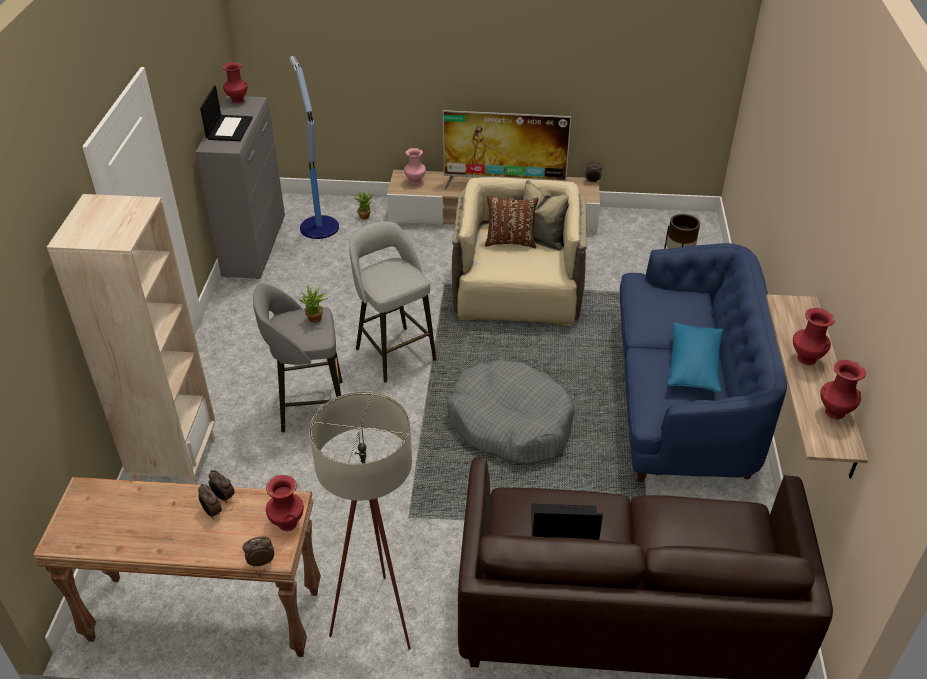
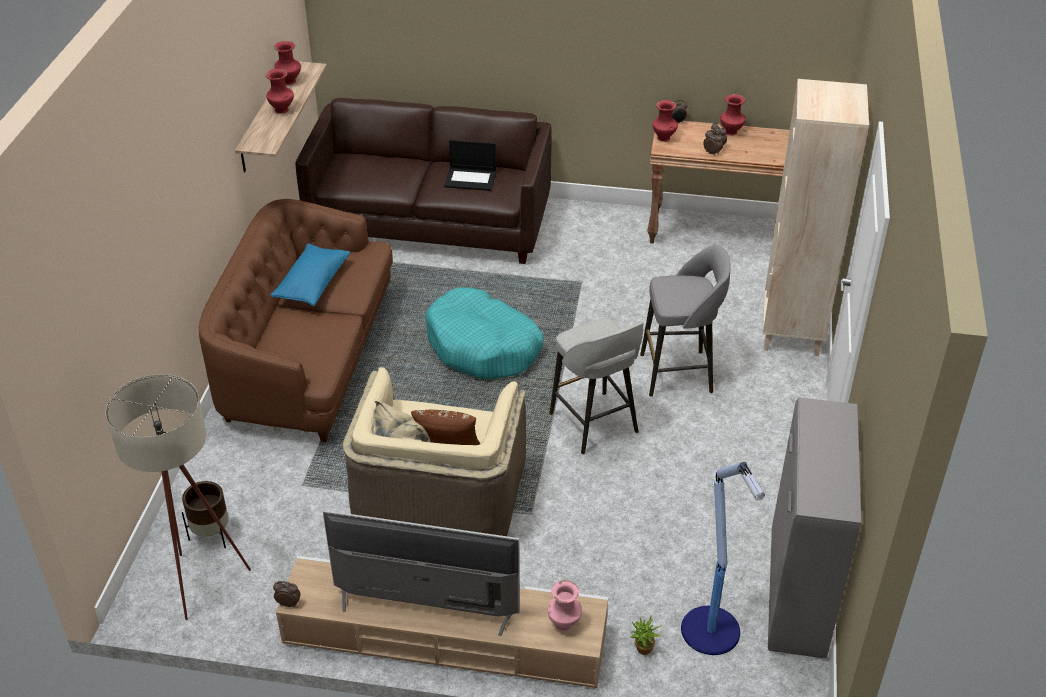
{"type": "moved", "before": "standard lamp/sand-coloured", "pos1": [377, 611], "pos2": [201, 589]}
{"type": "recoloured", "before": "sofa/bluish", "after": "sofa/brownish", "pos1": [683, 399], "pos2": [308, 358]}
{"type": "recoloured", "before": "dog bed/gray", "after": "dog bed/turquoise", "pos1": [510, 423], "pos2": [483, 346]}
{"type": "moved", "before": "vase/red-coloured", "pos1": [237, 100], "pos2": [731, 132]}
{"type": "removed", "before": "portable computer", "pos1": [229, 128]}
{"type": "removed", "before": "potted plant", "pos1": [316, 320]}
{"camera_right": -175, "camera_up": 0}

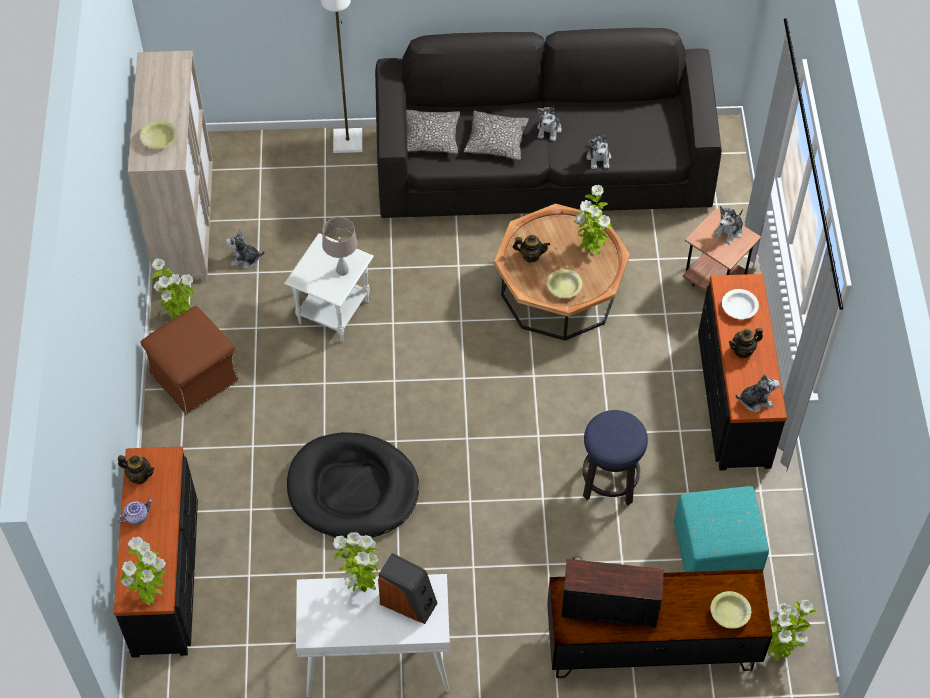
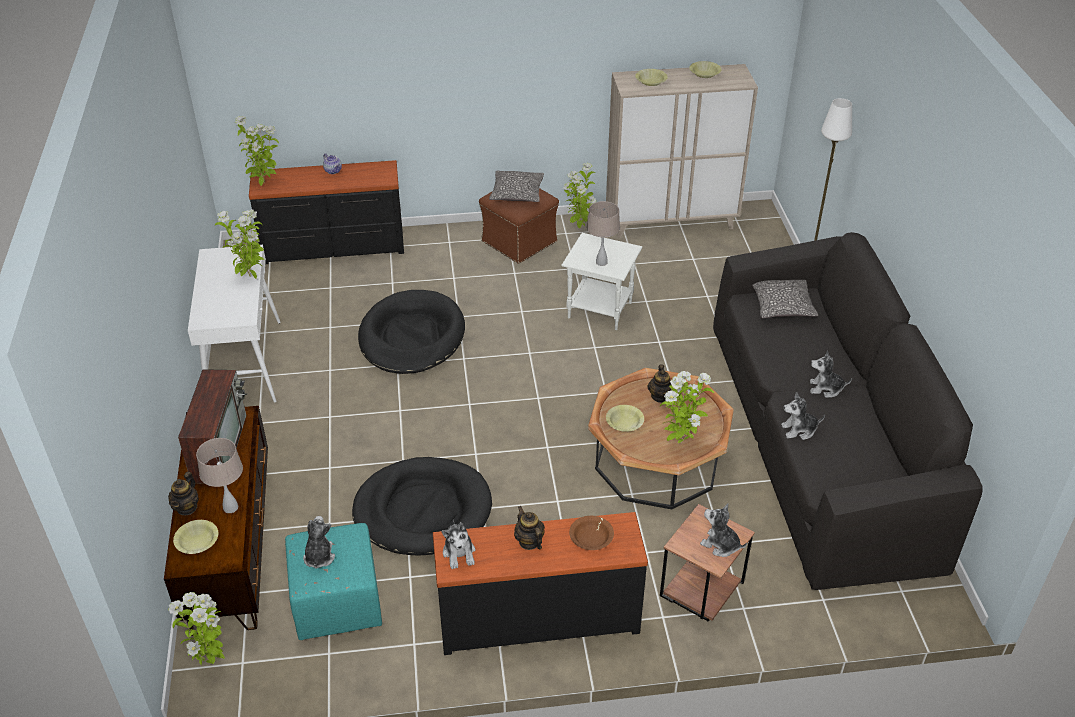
{"type": "moved", "before": "pot for tea", "pos1": [139, 476], "pos2": [187, 507]}
{"type": "added", "after": "tabletop lamp/sand-coloured", "pos2": [230, 507]}
{"type": "moved", "before": "soft toy", "pos1": [245, 259], "pos2": [319, 556]}
{"type": "replaced", "before": "stool", "after": "dog bed/black", "pos1": [609, 482], "pos2": [423, 510]}
{"type": "moved", "before": "cushion", "pos1": [496, 141], "pos2": [517, 193]}
{"type": "recoloured", "before": "deep dish/white-coloured", "after": "deep dish/brownish", "pos1": [739, 307], "pos2": [591, 538]}
{"type": "added", "after": "deep dish/yellowish", "pos2": [704, 74]}
{"type": "removed", "before": "audio speaker", "pos1": [408, 602]}
{"camera_right": 85, "camera_up": -15}

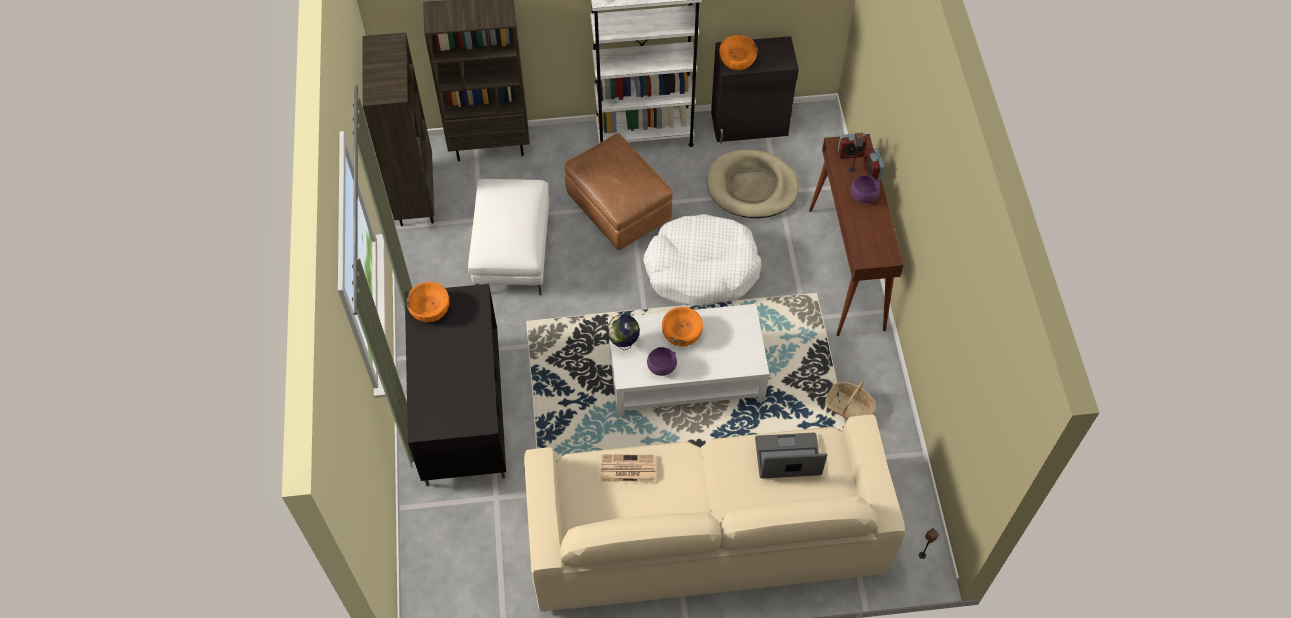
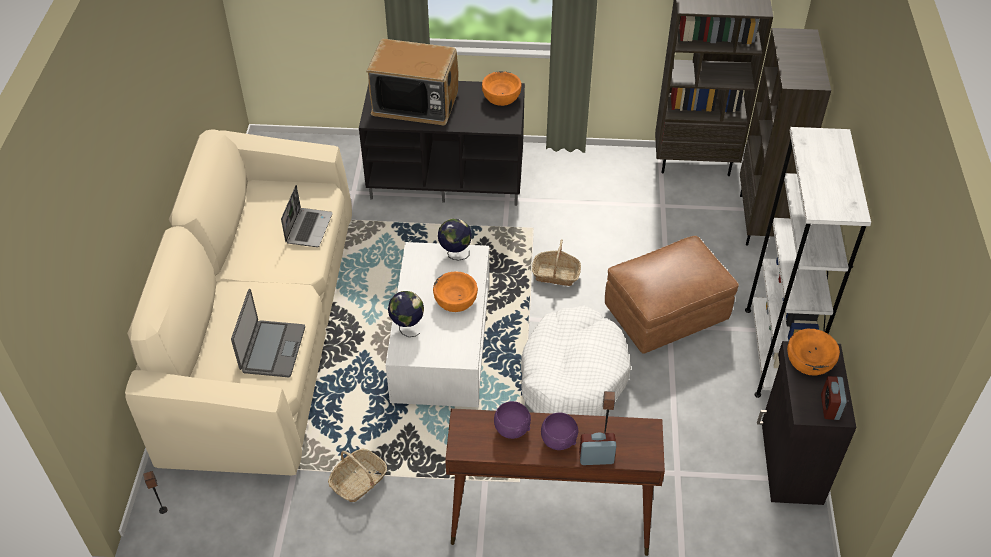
{"type": "replaced", "before": "daily paper", "after": "portable computer", "pos1": [627, 469], "pos2": [308, 228]}
{"type": "added", "after": "TV", "pos2": [415, 103]}
{"type": "added", "after": "world globe", "pos2": [407, 326]}
{"type": "moved", "before": "deep dish/purple-coloured", "pos1": [661, 368], "pos2": [511, 428]}
{"type": "added", "after": "household basket", "pos2": [556, 274]}
{"type": "moved", "before": "table clock", "pos1": [850, 153], "pos2": [829, 407]}
{"type": "removed", "before": "footrest/white-coloured", "pos1": [512, 253]}
{"type": "removed", "before": "dog bed/sand-coloured", "pos1": [752, 187]}
{"camera_right": 100, "camera_up": -10}

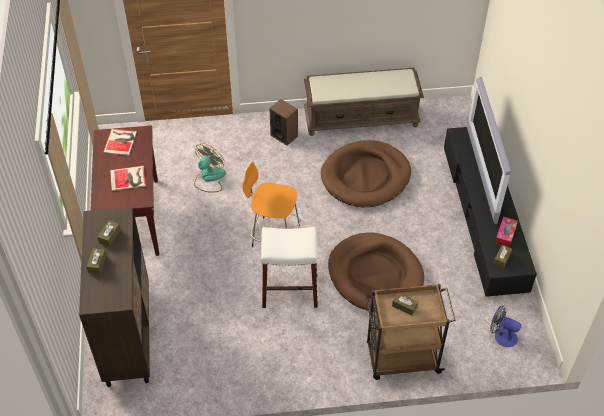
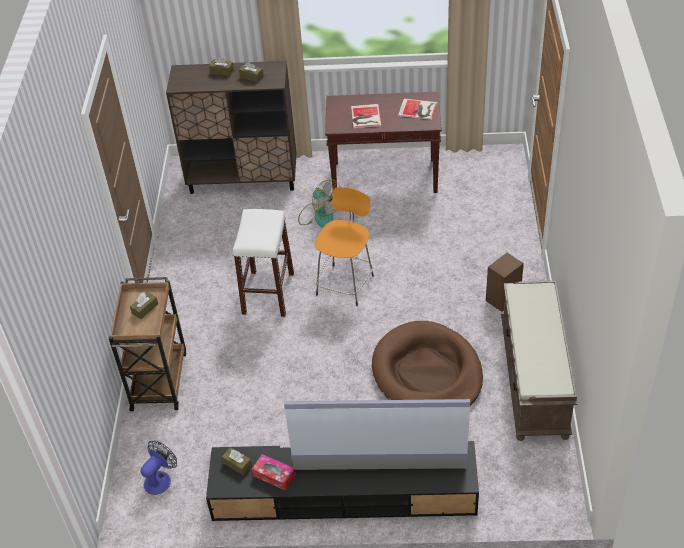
{"type": "moved", "before": "electric fan", "pos1": [209, 178], "pos2": [319, 215]}
{"type": "removed", "before": "dog bed/brownish", "pos1": [375, 275]}
{"camera_right": 100, "camera_up": -5}

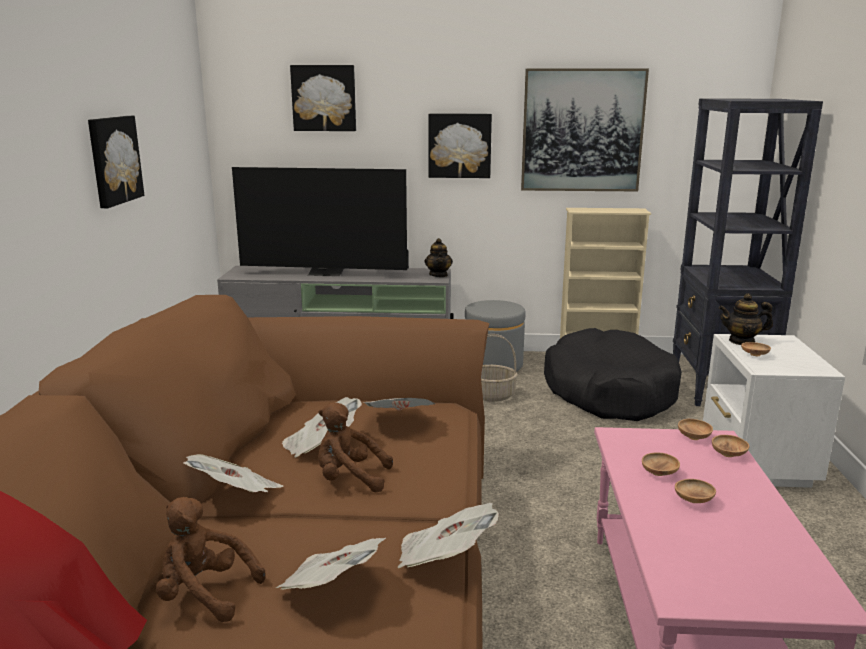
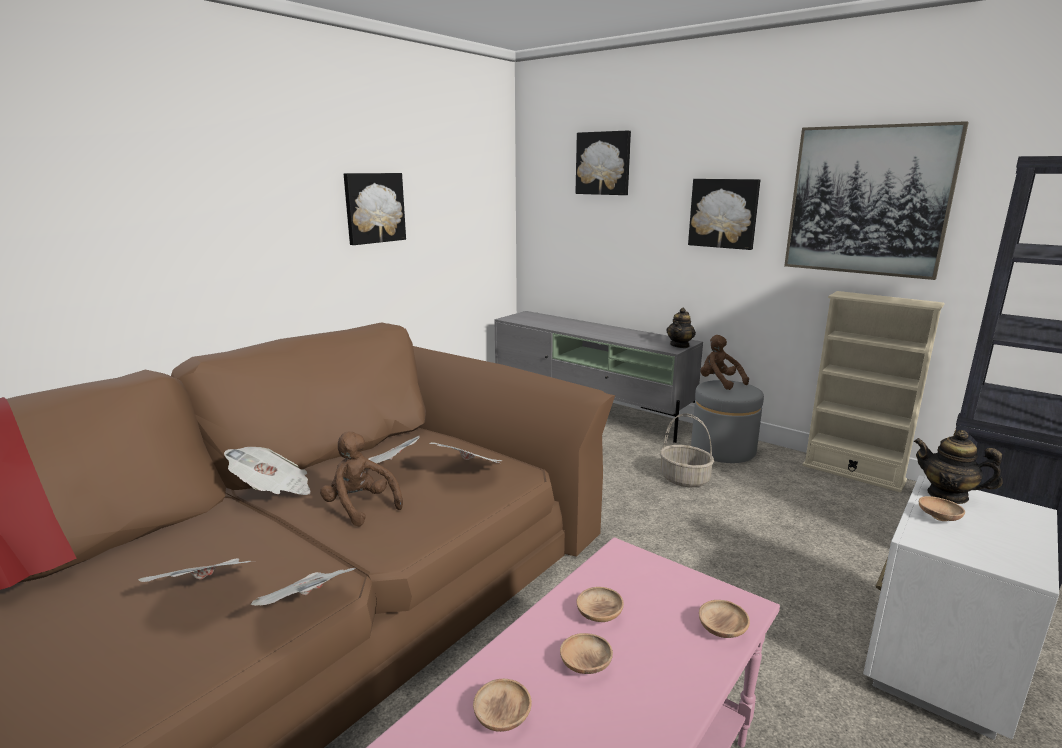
{"type": "moved", "before": "deep dish/brownish", "pos1": [694, 437], "pos2": [502, 717]}
{"type": "moved", "before": "soft toy/brownish", "pos1": [205, 594], "pos2": [719, 382]}
{"type": "removed", "before": "TV", "pos1": [326, 273]}
{"type": "removed", "before": "dog bed/black", "pos1": [609, 392]}
{"camera_right": 35, "camera_up": 0}

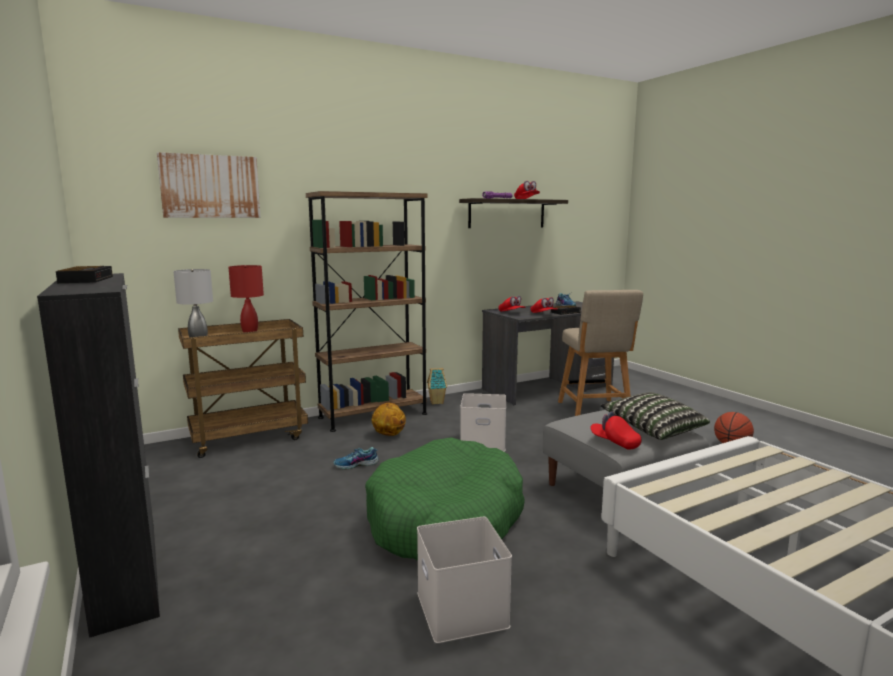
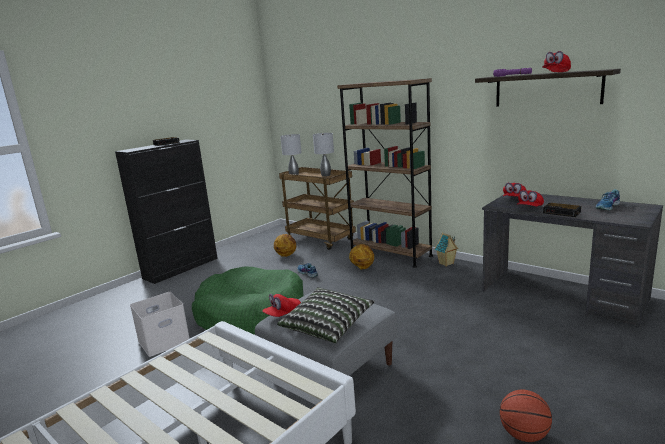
{"type": "turned", "before": "cap/red-coloured", "pos1": [615, 443], "pos2": [283, 314], "turn": -150}
{"type": "added", "after": "basketball ball", "pos2": [286, 255]}
{"type": "recoloured", "before": "tabletop lamp/red-coloured", "after": "tabletop lamp/gray", "pos1": [250, 331], "pos2": [326, 175]}
{"type": "removed", "before": "picture", "pos1": [210, 186]}
{"type": "removed", "before": "storage bin/white-coloured", "pos1": [484, 442]}
{"type": "removed", "before": "plain chair/sand-coloured", "pos1": [595, 411]}
{"camera_right": 70, "camera_up": 5}

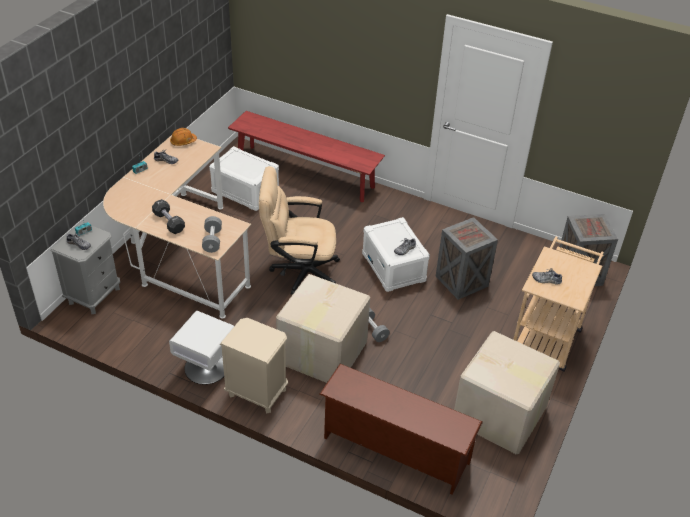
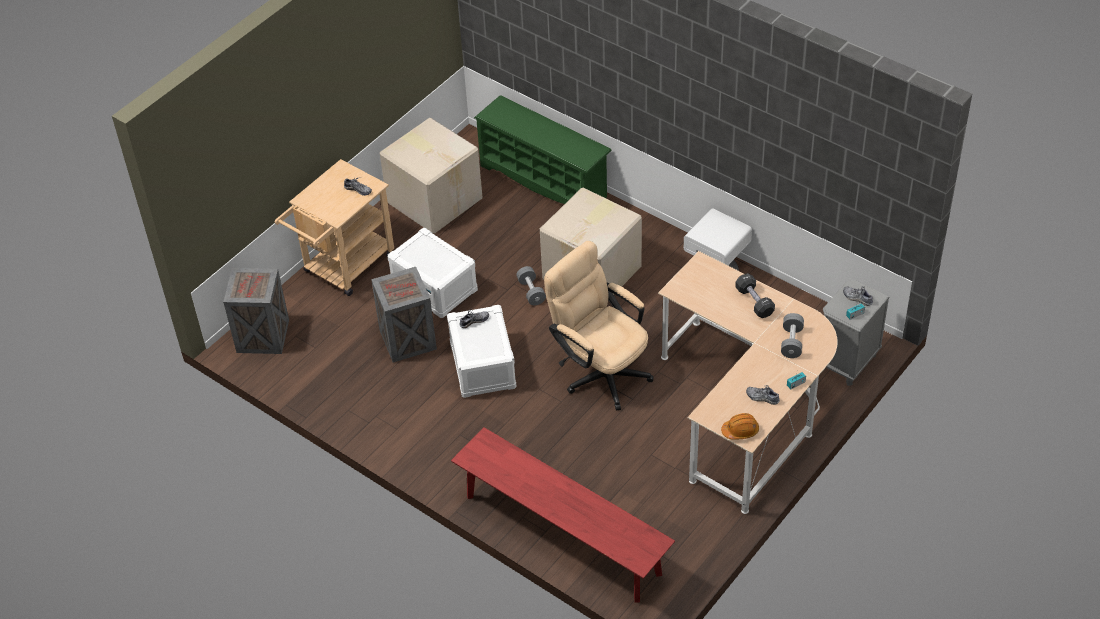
{"type": "moved", "before": "storage bin/white-coloured", "pos1": [245, 191], "pos2": [435, 287]}
{"type": "recoloured", "before": "shoe rack/brownish", "after": "shoe rack/greenish", "pos1": [394, 451], "pos2": [545, 181]}
{"type": "turned", "before": "desk chair/sand-coloured", "pos1": [299, 271], "pos2": [600, 371], "turn": -150}
{"type": "moved", "before": "hand weight/gray", "pos1": [212, 240], "pos2": [791, 342]}
{"type": "removed", "before": "night table/sand-coloured", "pos1": [257, 393]}
{"camera_right": -165, "camera_up": 5}

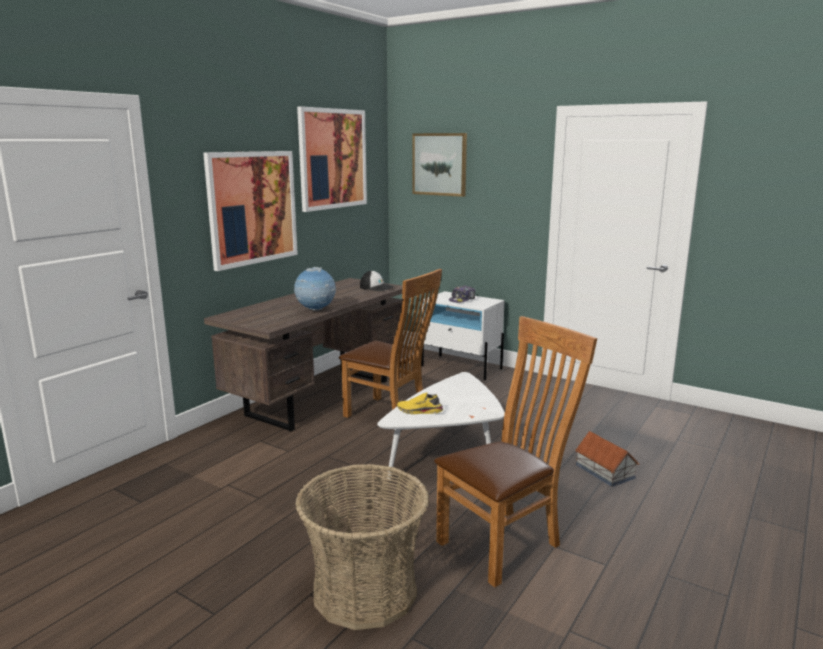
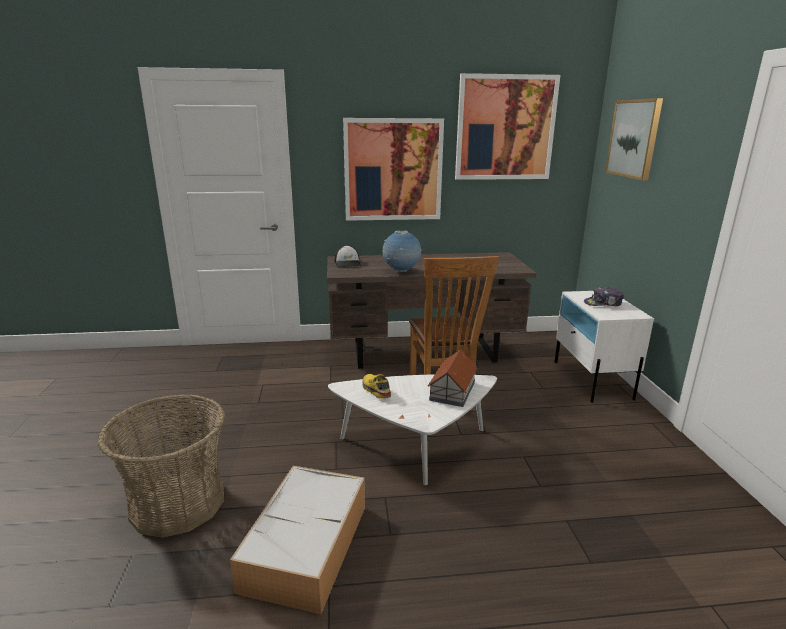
{"type": "replaced", "before": "plain chair/brownish", "after": "storage bin", "pos1": [505, 542], "pos2": [306, 548]}
{"type": "moved", "before": "cap", "pos1": [377, 287], "pos2": [348, 263]}
{"type": "moved", "before": "toy house", "pos1": [604, 471], "pos2": [453, 390]}
{"camera_right": 50, "camera_up": 5}

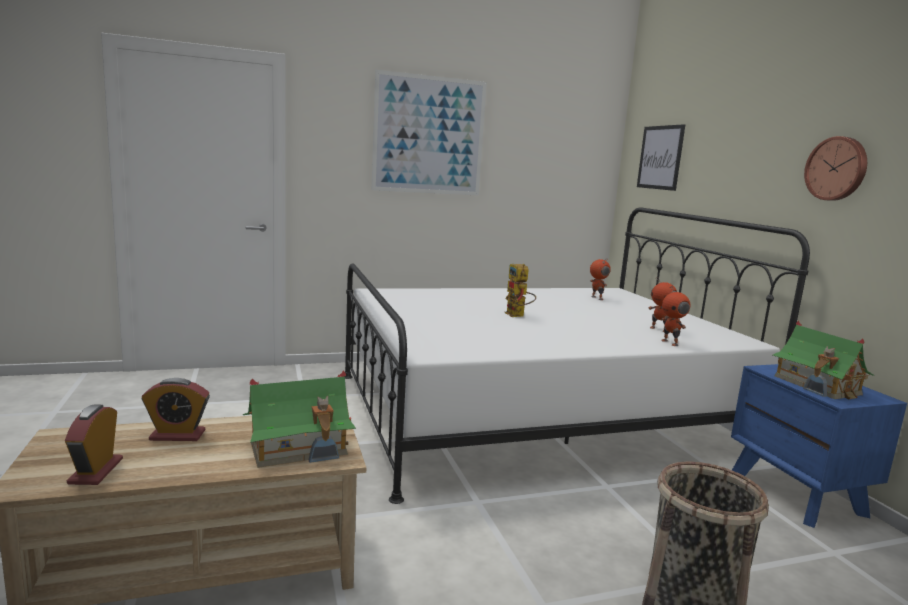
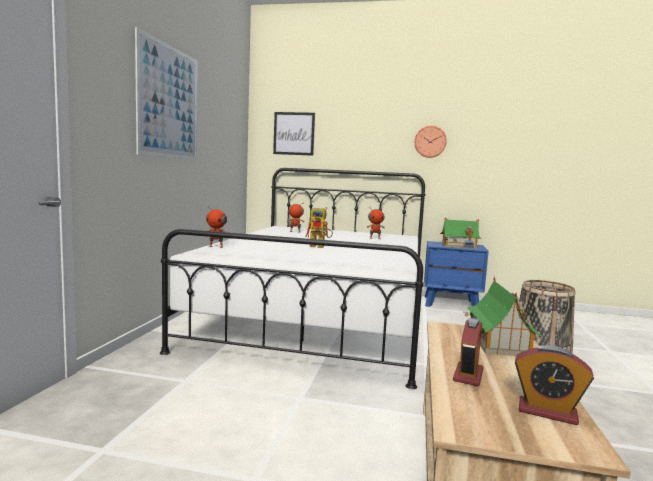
{"type": "moved", "before": "toy robot", "pos1": [670, 343], "pos2": [216, 247]}
{"camera_right": -60, "camera_up": -5}

